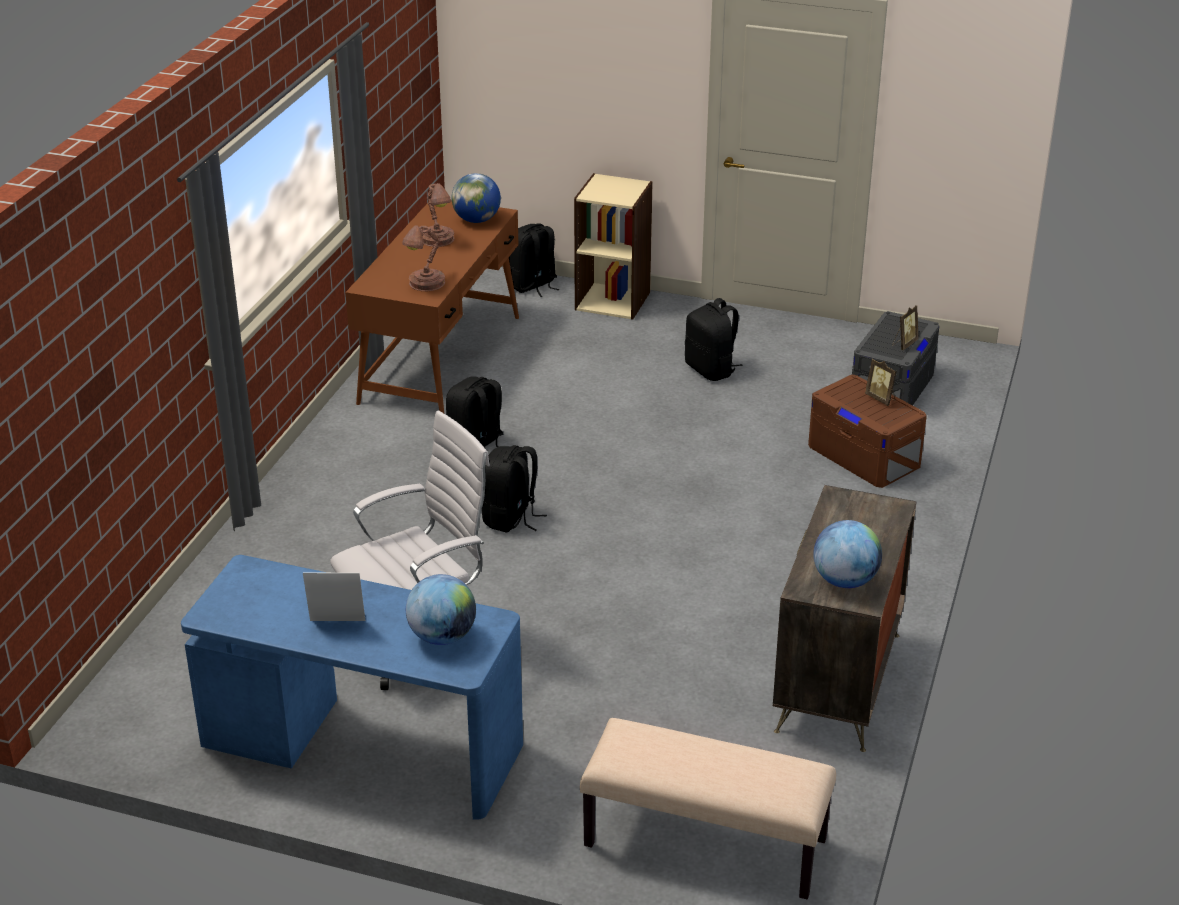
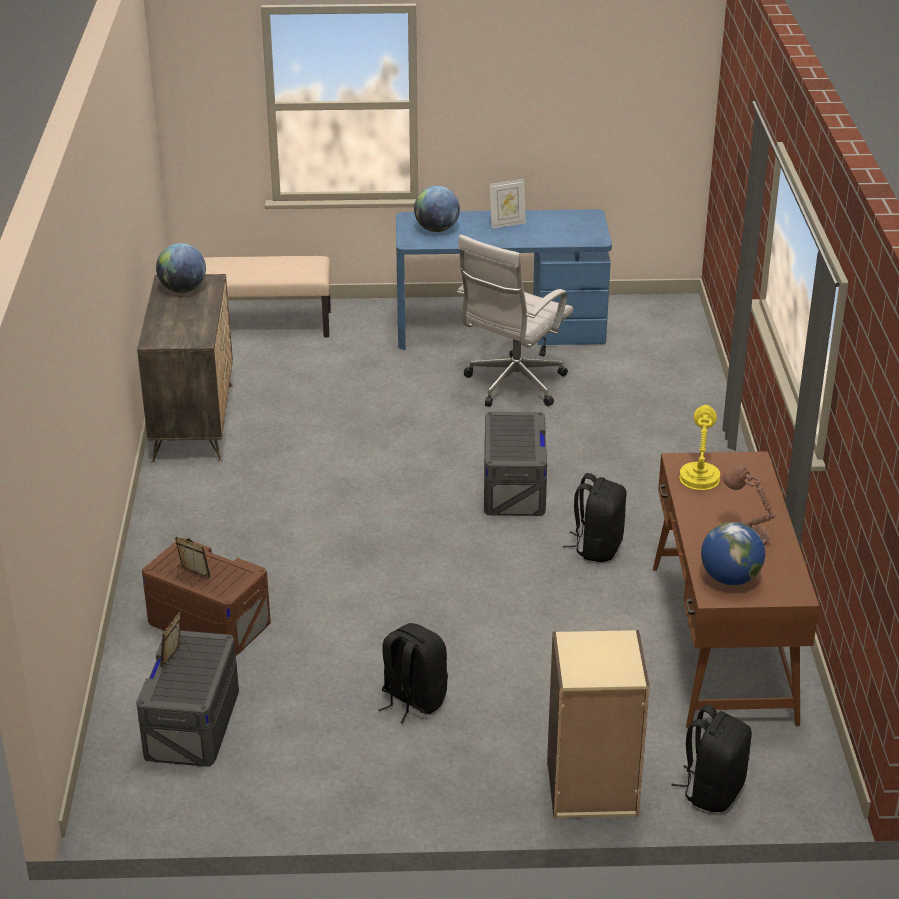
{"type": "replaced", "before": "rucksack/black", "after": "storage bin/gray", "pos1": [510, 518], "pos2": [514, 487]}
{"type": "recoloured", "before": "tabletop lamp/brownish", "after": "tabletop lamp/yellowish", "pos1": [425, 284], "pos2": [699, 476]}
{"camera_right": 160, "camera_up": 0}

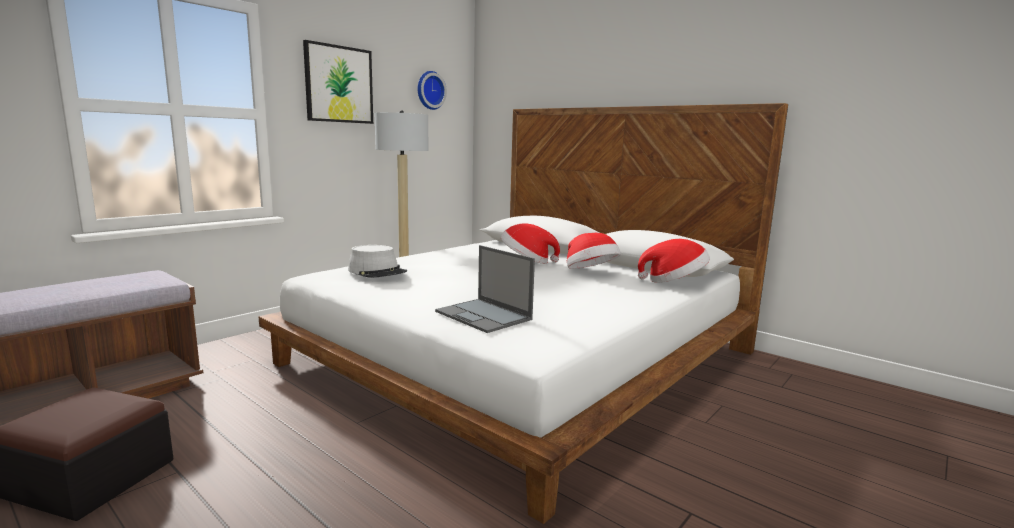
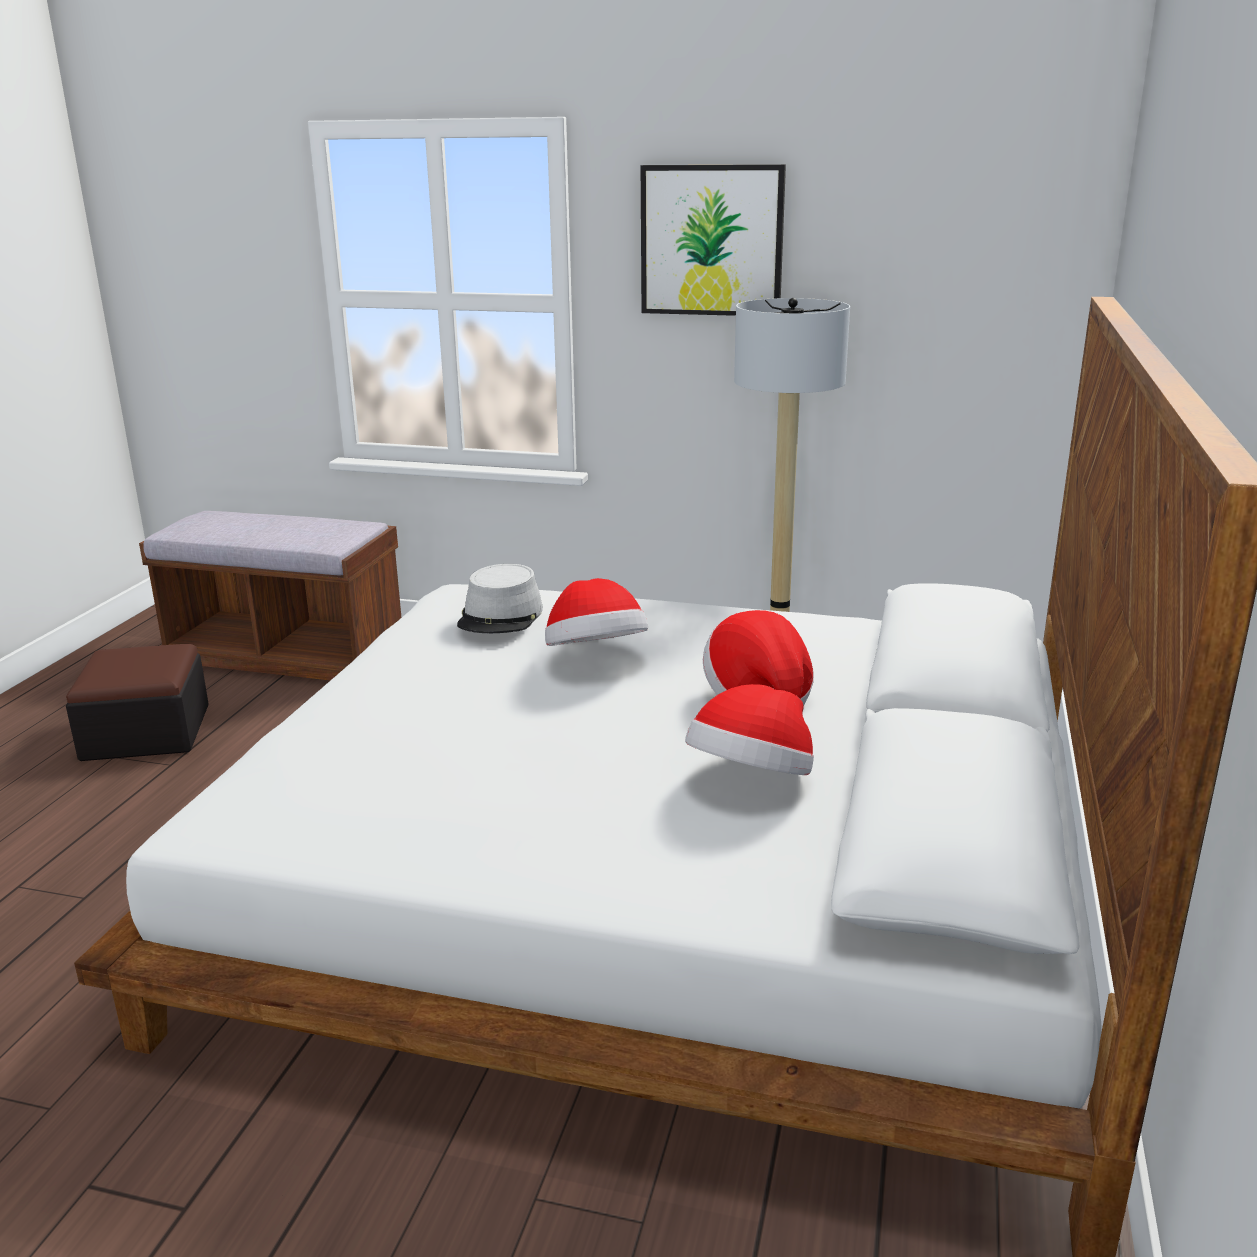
{"type": "moved", "before": "clothing hat", "pos1": [674, 282], "pos2": [595, 657]}
{"type": "removed", "before": "clock on the wall", "pos1": [429, 90]}
{"type": "removed", "before": "portable computer", "pos1": [484, 316]}
{"camera_right": 65, "camera_up": 10}

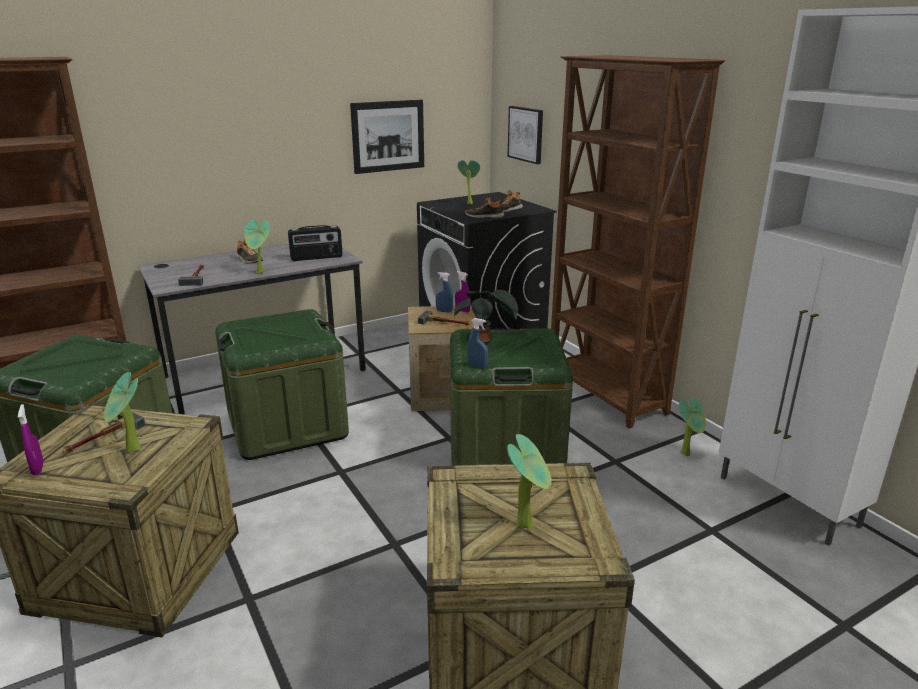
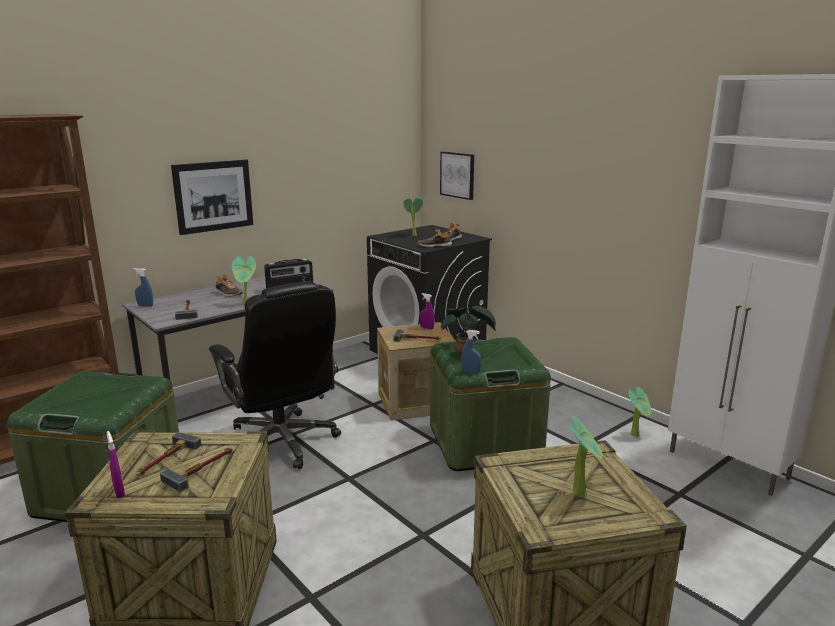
{"type": "moved", "before": "sprayer/bluish", "pos1": [444, 311], "pos2": [145, 306]}
{"type": "replaced", "before": "potted plant", "after": "tool hammer", "pos1": [132, 452], "pos2": [202, 469]}
{"type": "moved", "before": "picture", "pos1": [388, 136], "pos2": [213, 196]}
{"type": "replaced", "before": "storage bin/greenish", "after": "desk chair/black", "pos1": [287, 425], "pos2": [282, 442]}
{"type": "removed", "before": "bookcase/brownish", "pos1": [605, 395]}
{"camera_right": -10, "camera_up": -5}

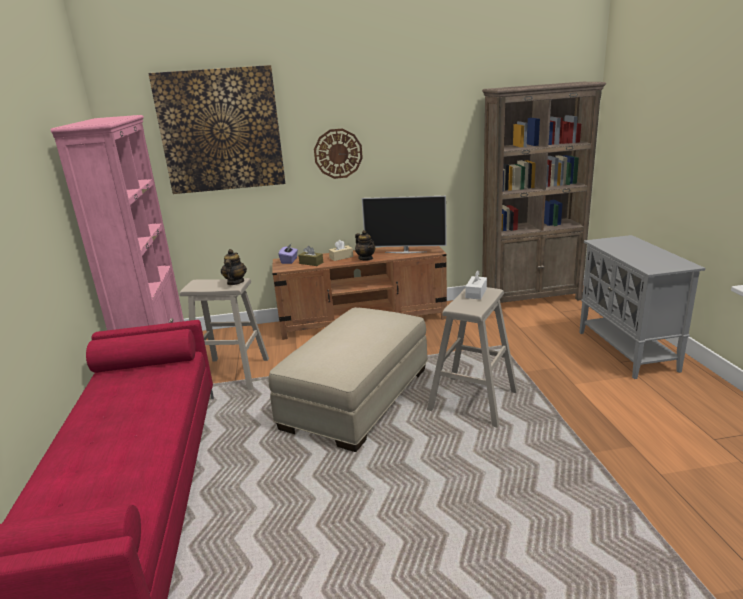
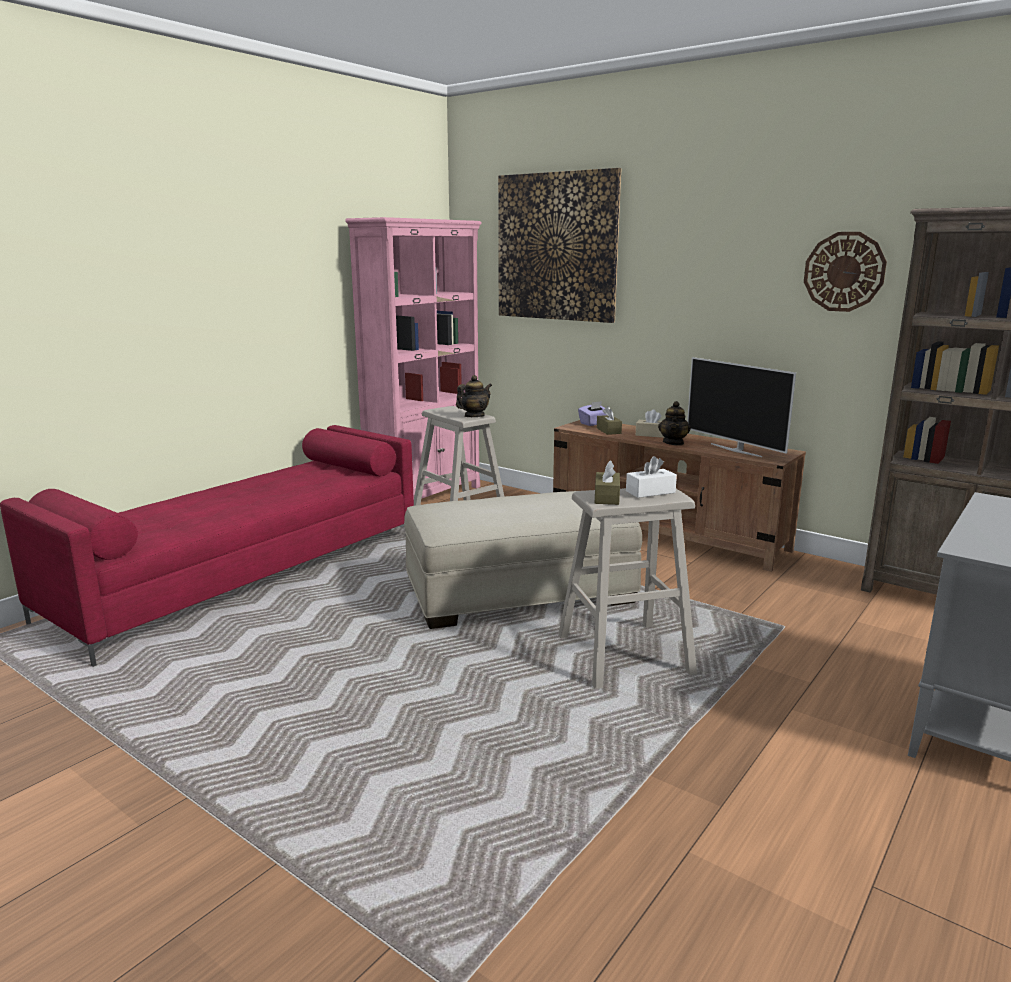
{"type": "added", "after": "tissue box/brownish", "pos2": [606, 497]}
{"type": "moved", "before": "clock on the wall", "pos1": [338, 153], "pos2": [844, 272]}
{"camera_right": 45, "camera_up": -5}

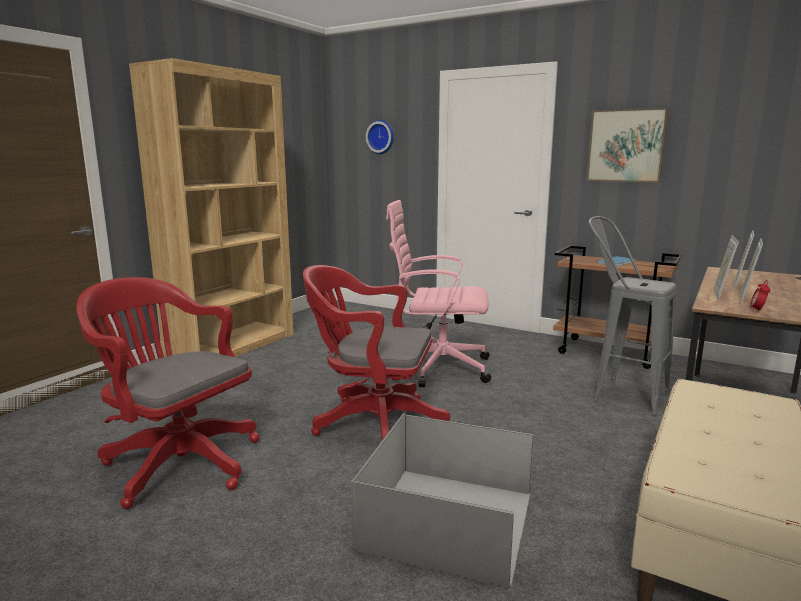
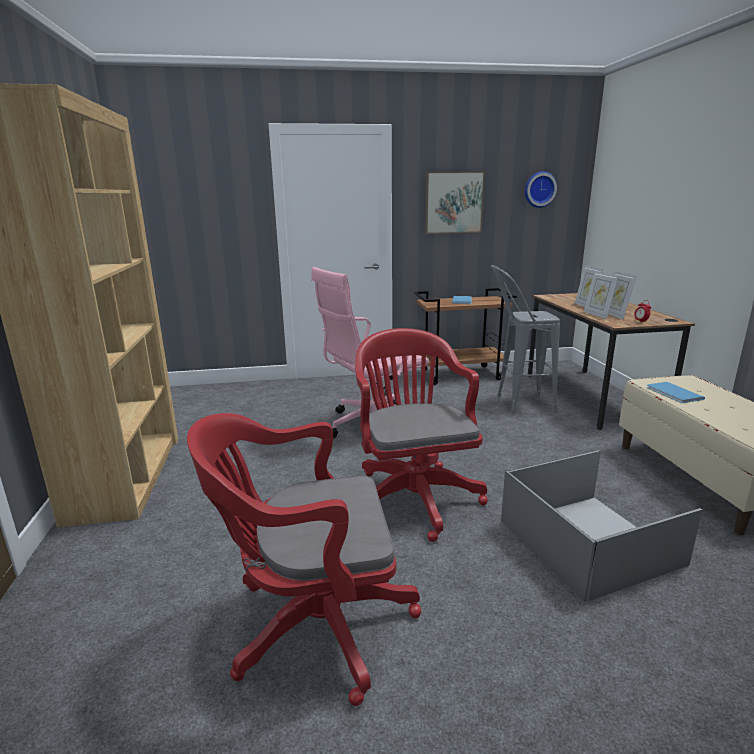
{"type": "turned", "before": "desk chair/red-coloured", "pos1": [373, 423], "pos2": [413, 495], "turn": 105}
{"type": "moved", "before": "clock on the wall", "pos1": [381, 137], "pos2": [539, 189]}
{"type": "added", "after": "bound book/bluish", "pos2": [674, 394]}
{"camera_right": -40, "camera_up": 5}

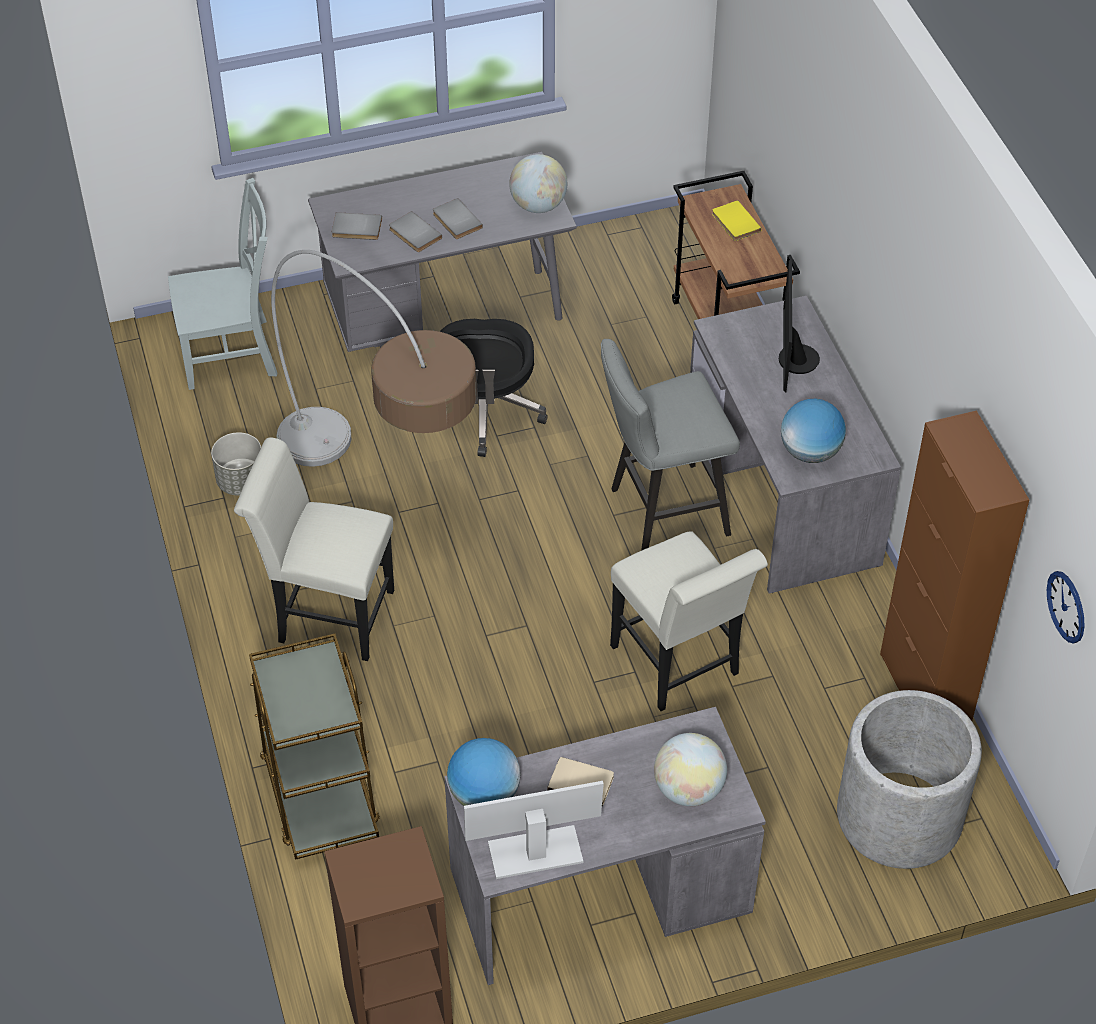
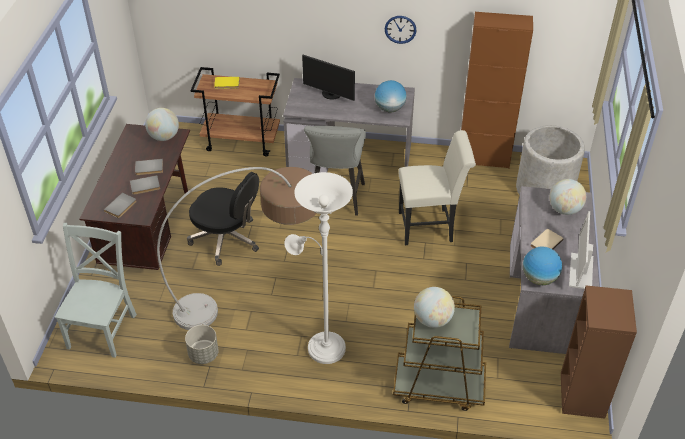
{"type": "recoloured", "before": "desk table/gray", "after": "desk table/brownish", "pos1": [446, 316], "pos2": [150, 232]}
{"type": "replaced", "before": "plain chair/white-coloured", "after": "standard lamp/white-coloured", "pos1": [327, 614], "pos2": [322, 346]}
{"type": "moved", "before": "clock on the wall", "pos1": [1066, 606], "pos2": [400, 29]}
{"type": "added", "after": "world globe", "pos2": [432, 320]}
{"camera_right": -65, "camera_up": -5}

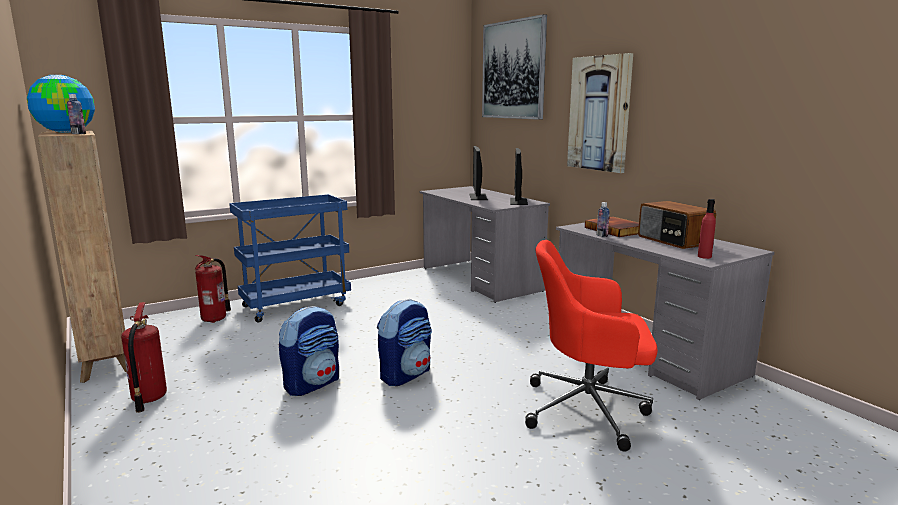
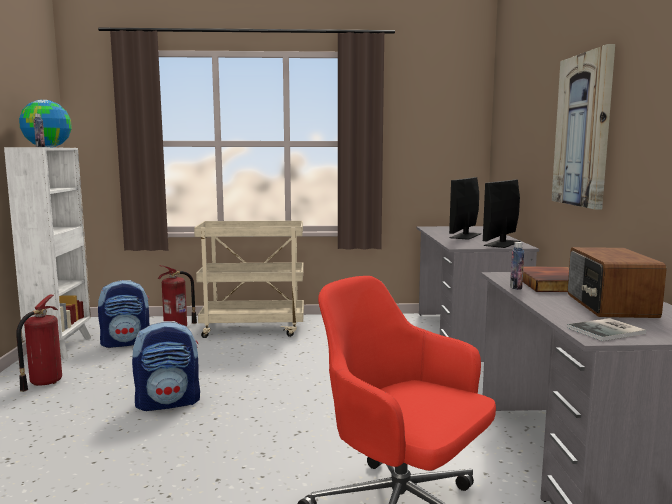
{"type": "recoloured", "before": "bookcase/brownish", "after": "bookcase/white-coloured", "pos1": [106, 362], "pos2": [61, 347]}
{"type": "moved", "before": "rucksack", "pos1": [405, 375], "pos2": [126, 342]}
{"type": "recoloured", "before": "cart/bluish", "after": "cart/sand-coloured", "pos1": [296, 305], "pos2": [254, 328]}
{"type": "replaced", "before": "beverage bottle/red-coloured", "after": "bound book", "pos1": [704, 256], "pos2": [608, 331]}
{"type": "removed", "before": "picture", "pos1": [513, 70]}
{"camera_right": 30, "camera_up": -5}

